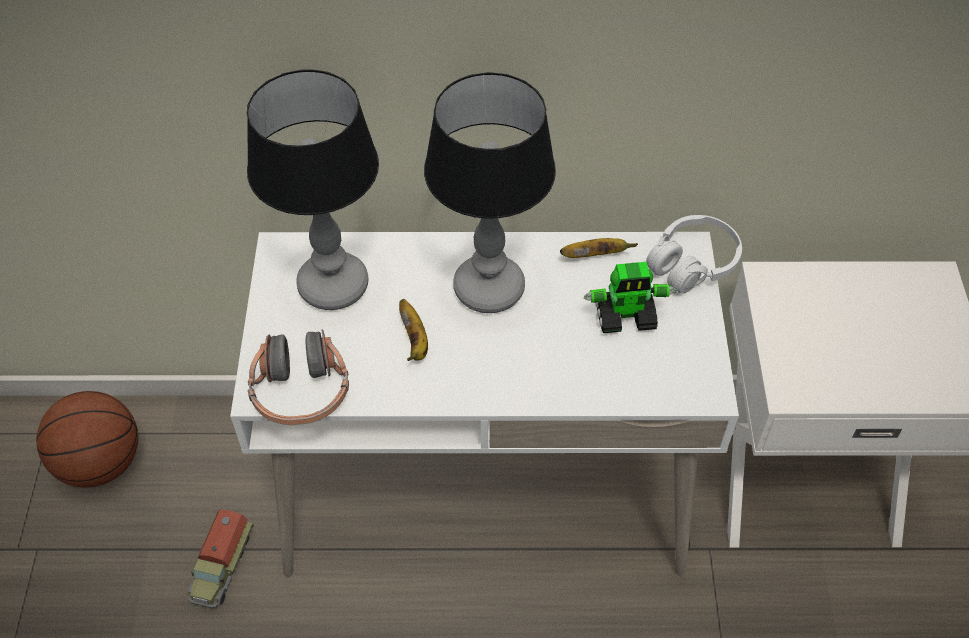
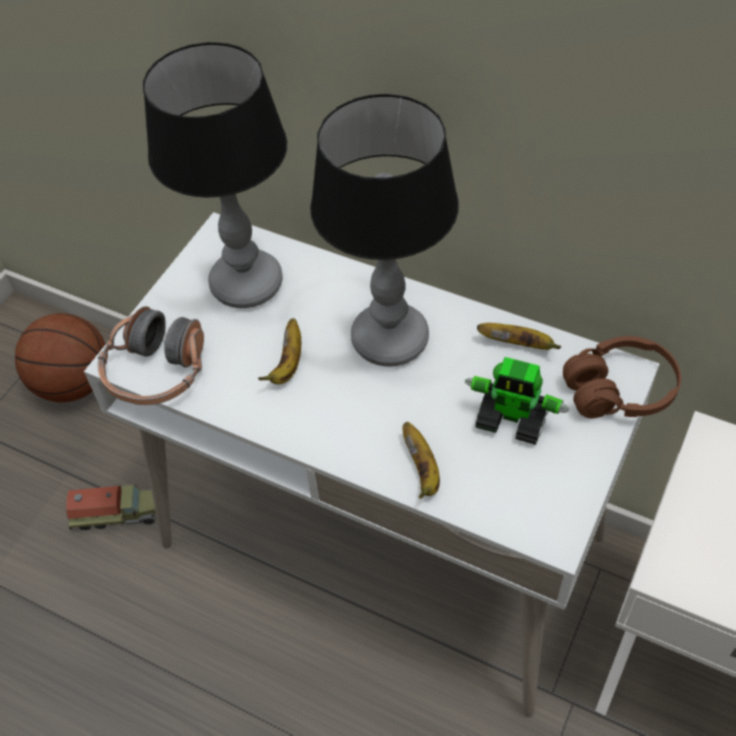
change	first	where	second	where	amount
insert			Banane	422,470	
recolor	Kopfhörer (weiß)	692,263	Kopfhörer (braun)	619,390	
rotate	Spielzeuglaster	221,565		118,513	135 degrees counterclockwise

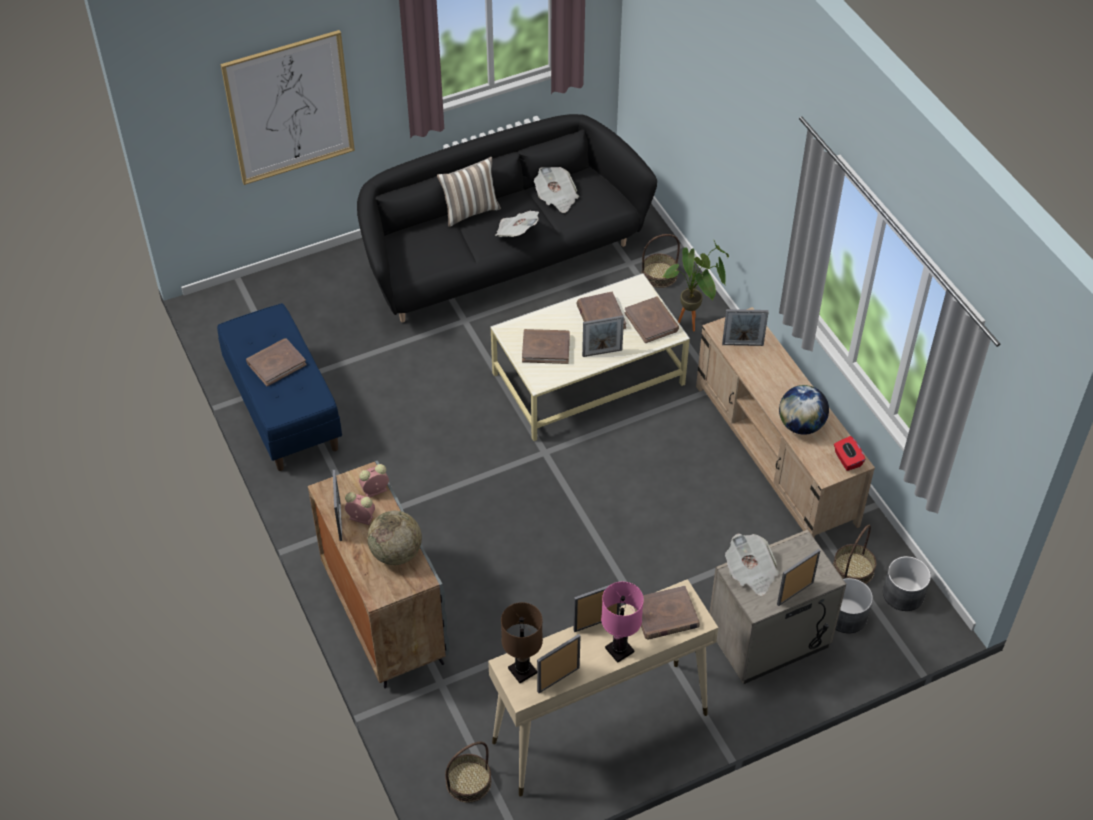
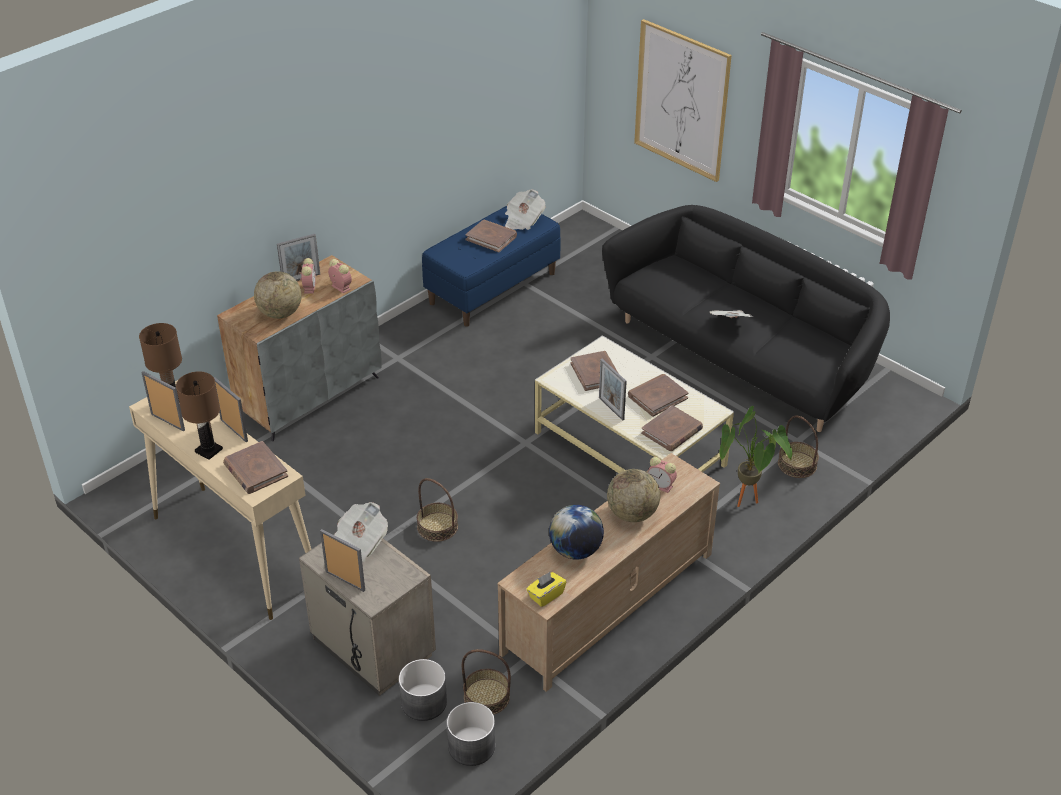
change	first	where	second	where	amount
delete	Kissen	470,211			
insert			Globus	632,514	
move	Korb	468,782		437,527	
move	Zeitung	556,198		523,220	
replace	Bilderrahmen	742,344	Wecker	662,486	
recolor	Tischlampe (rosa)	620,650	Tischlampe (braun)	208,451	
recolor	Taschentuchbox (rot)	847,460	Taschentuchbox (gelb)	546,595	

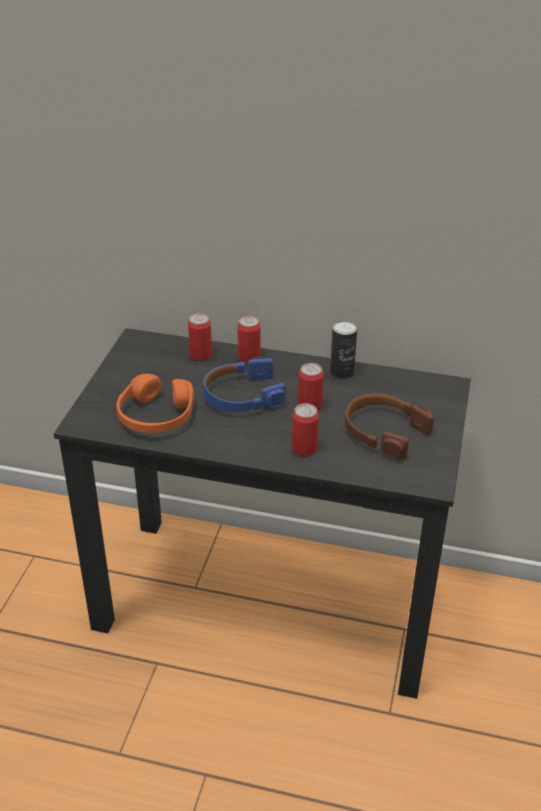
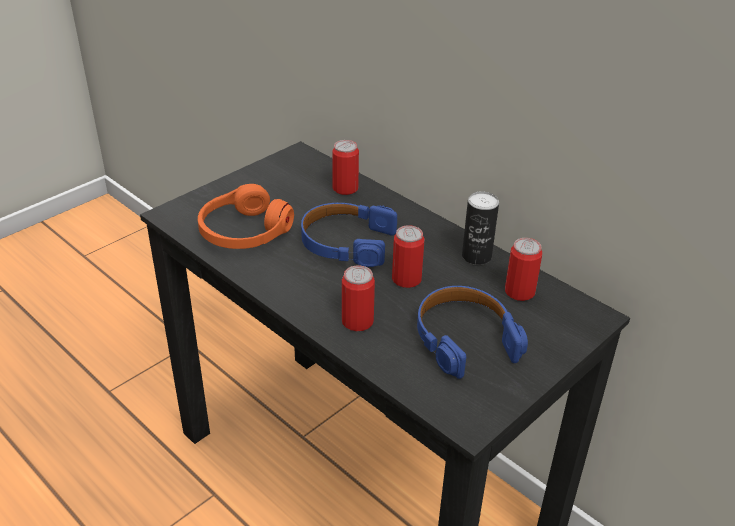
change	first	where	second	where	amount
move	Dose	249,357		519,292	
recolor	Kopfhörer (braun)	384,432	Kopfhörer (blau)	464,338	

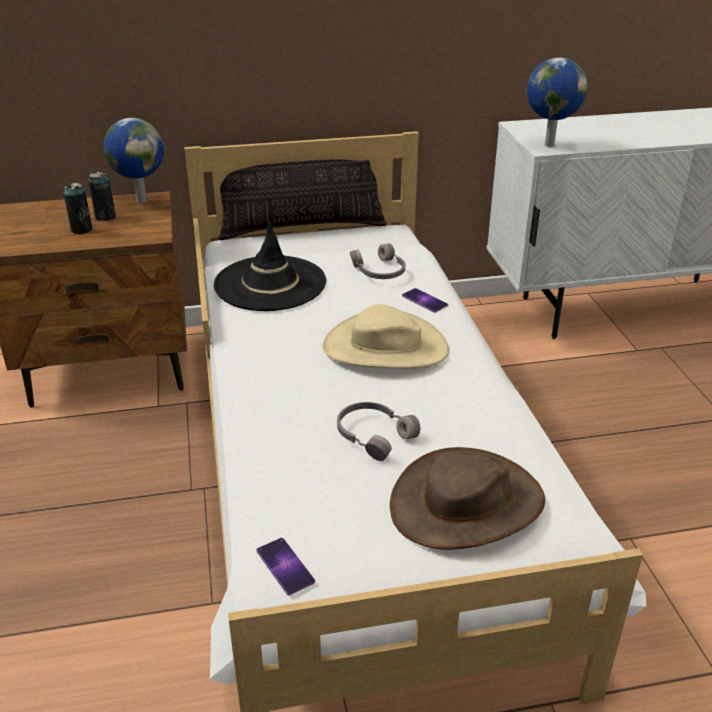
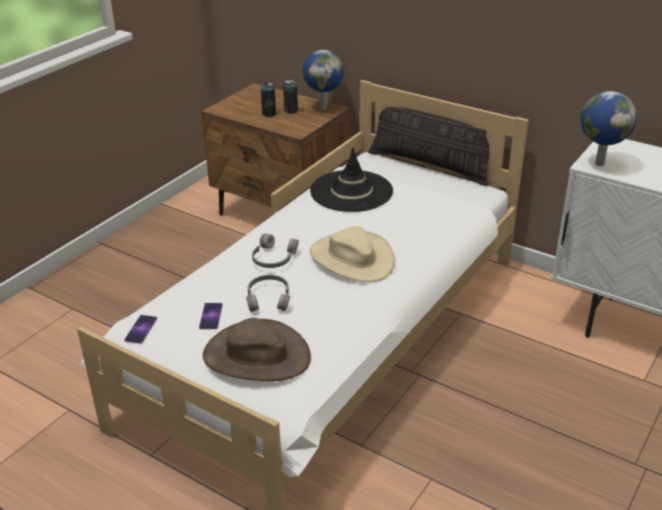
change	first	where	second	where	amount
move	Kopfhörer (grau)	379,271		273,258	
move	Handy	424,300		211,316	

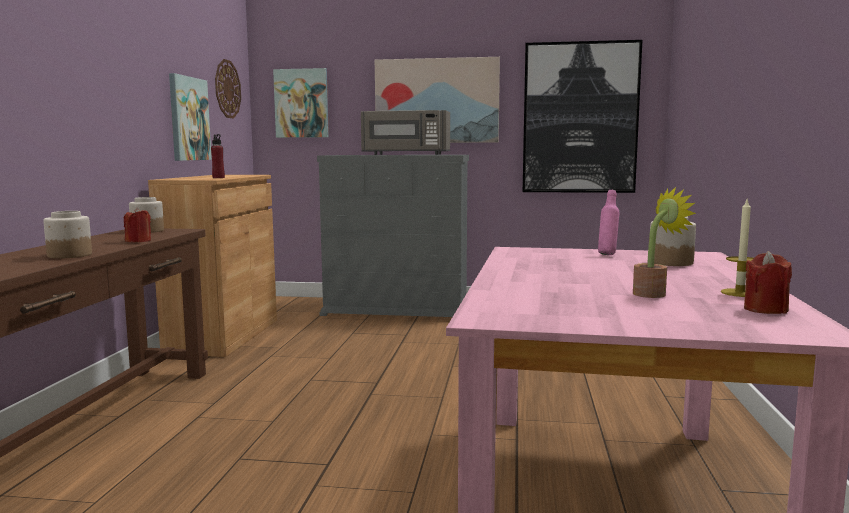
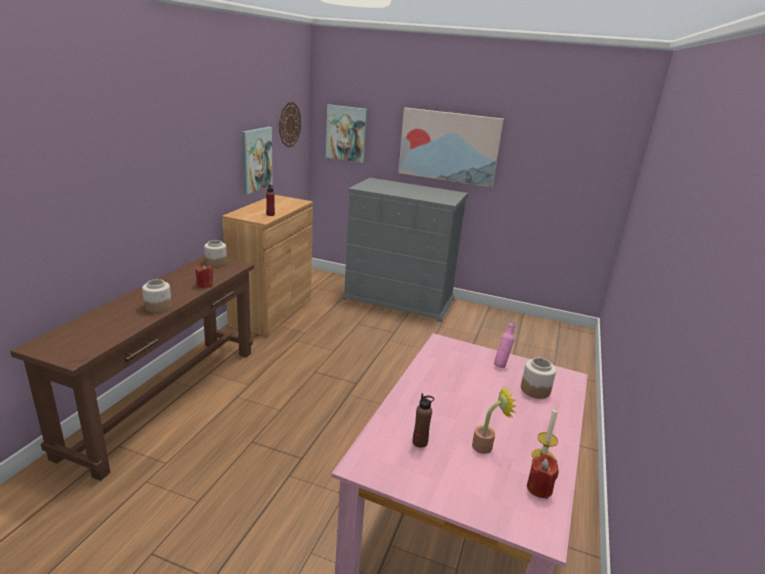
change	first	where	second	where	amount
delete	Mikrowelle (grau)	405,154			
delete	Bild	580,118			
insert			Flasche (braun)	420,442	

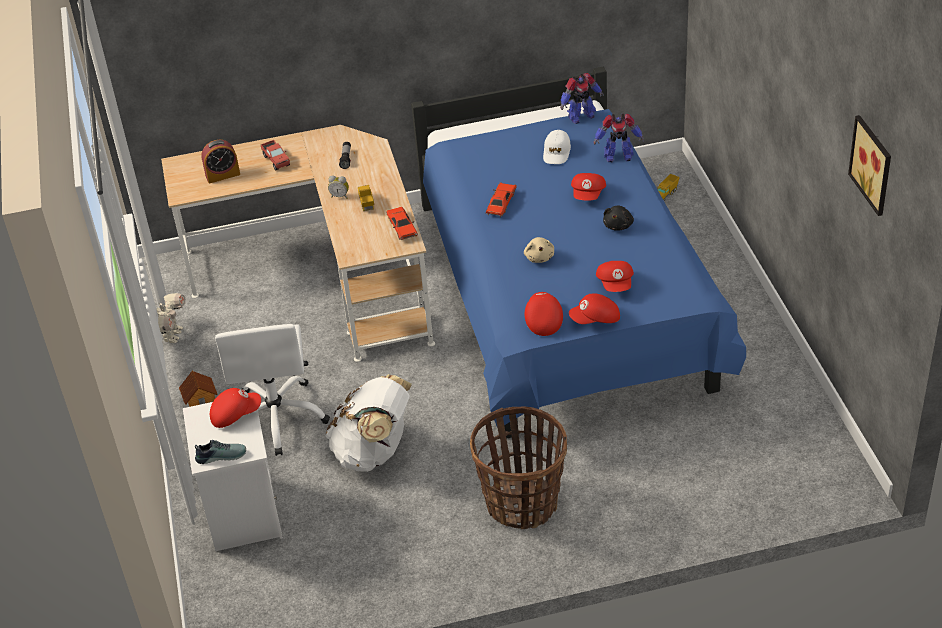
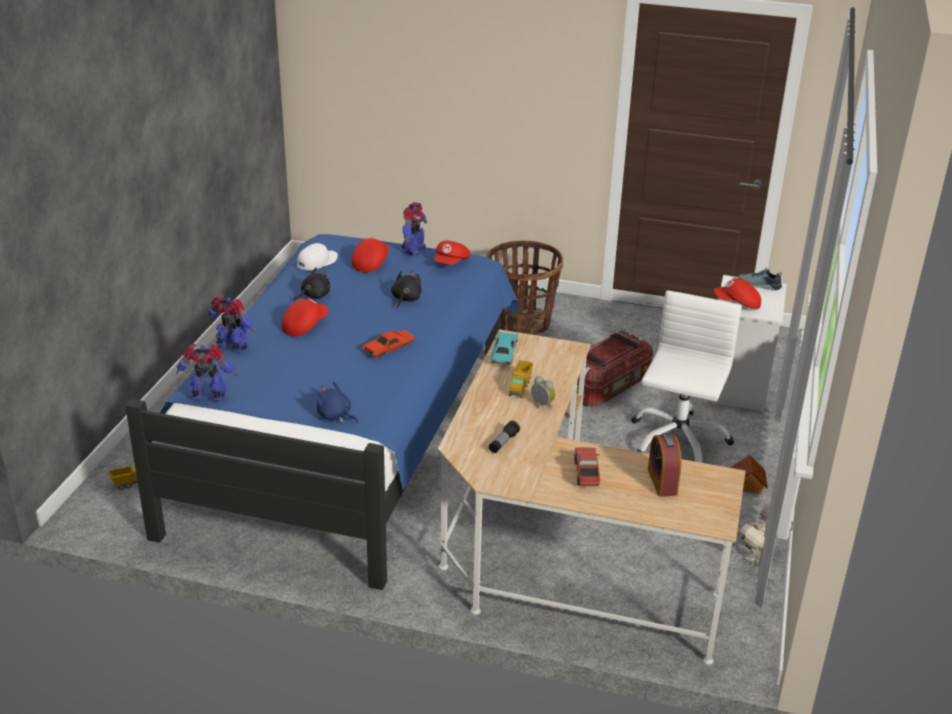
change	first	where	second	where	amount
delete	Bild	874,164			
insert			Plüschtier (blau)	335,416	
move	Kappe (weiß)	556,152		317,262	
replace	Rucksack (weiß)	374,452	Aufbewahrungsbox	607,387	
replace	Kappe (rot)	595,319	Spielzeugroboter	413,250	
recolor	Spielzeugauto (rot)	402,227	Spielzeugauto (türkis)	504,354	
recolor	Plüschtier (beige)	539,257	Plüschtier (schwarz)	405,299	
rotate	Wecker	223,175		662,482	105 degrees counterclockwise

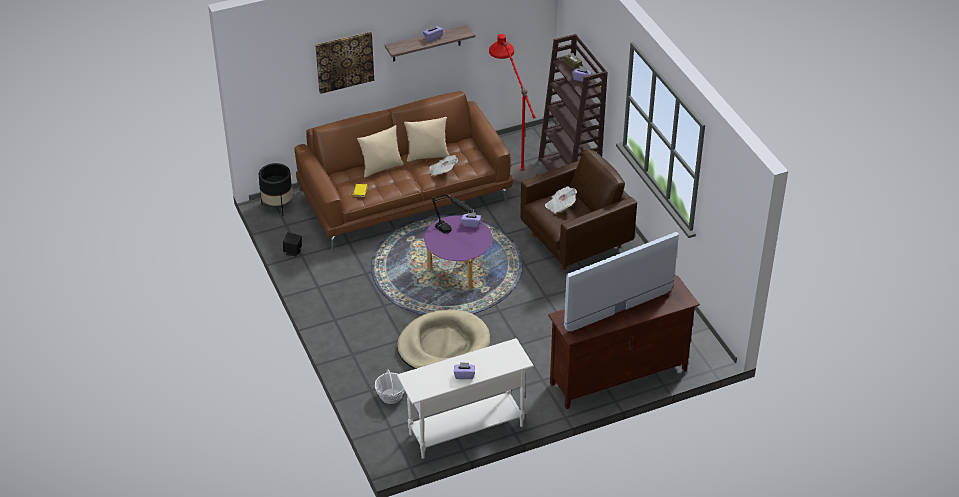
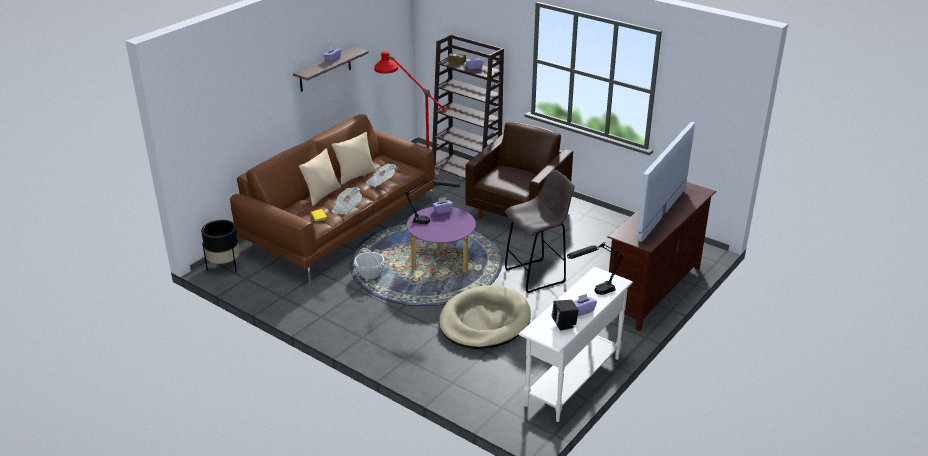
change	first	where	second	where	amount
delete	Bild	344,61			
insert			Hocker (grau)	536,275	
insert			Tischlampe (schwarz)	593,293	
move	Lautsprecher (schwarz)	293,251		564,324	
move	Korb	391,396		370,274	
move	Zeitung	560,206		346,208	

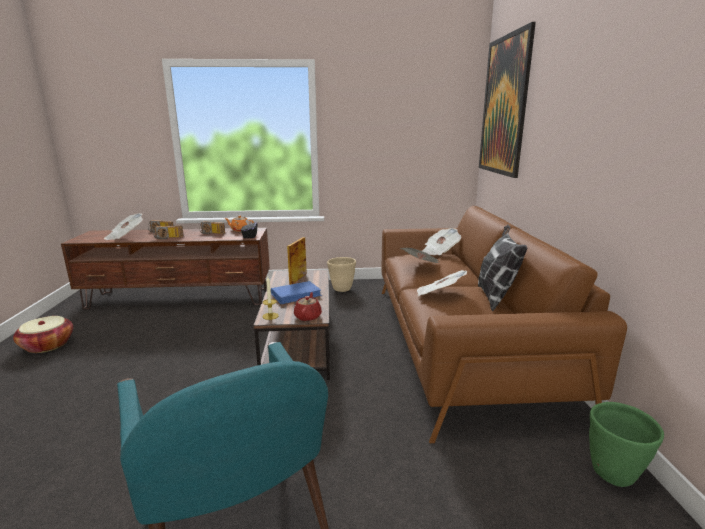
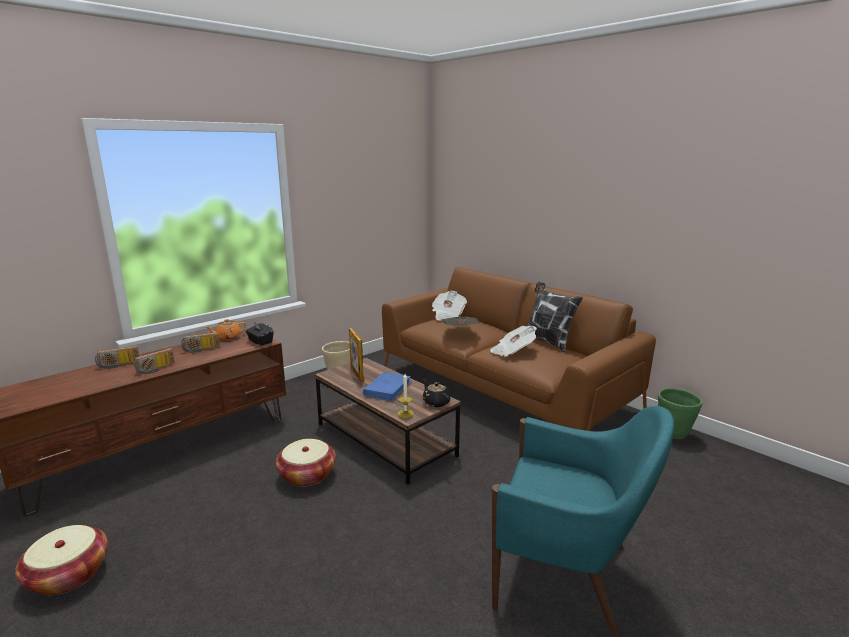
change	first	where	second	where	amount
delete	Zeitung	125,236			
delete	Bild	504,106			
insert			Korb	307,475	
recolor	Teekanne (rot)	308,316	Teekanne (schwarz)	436,402	

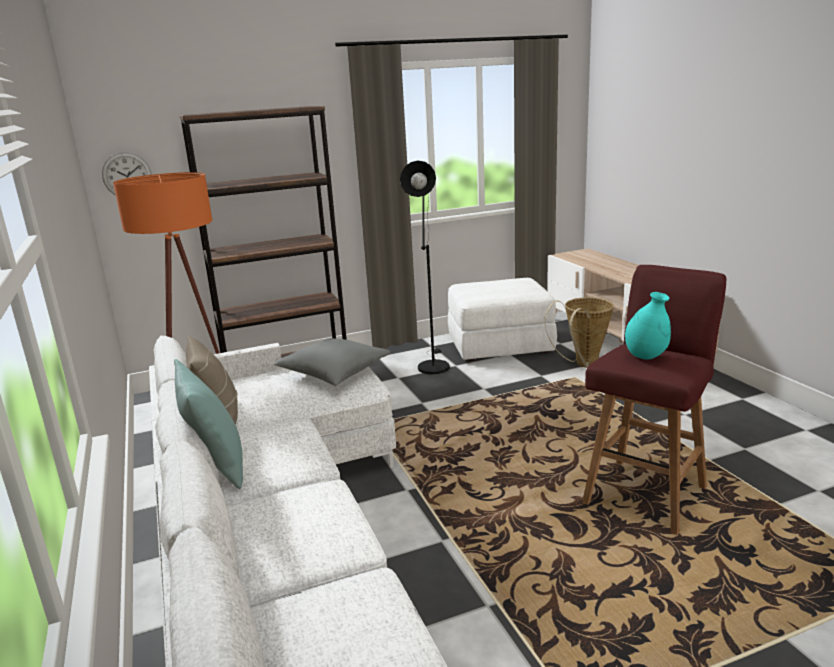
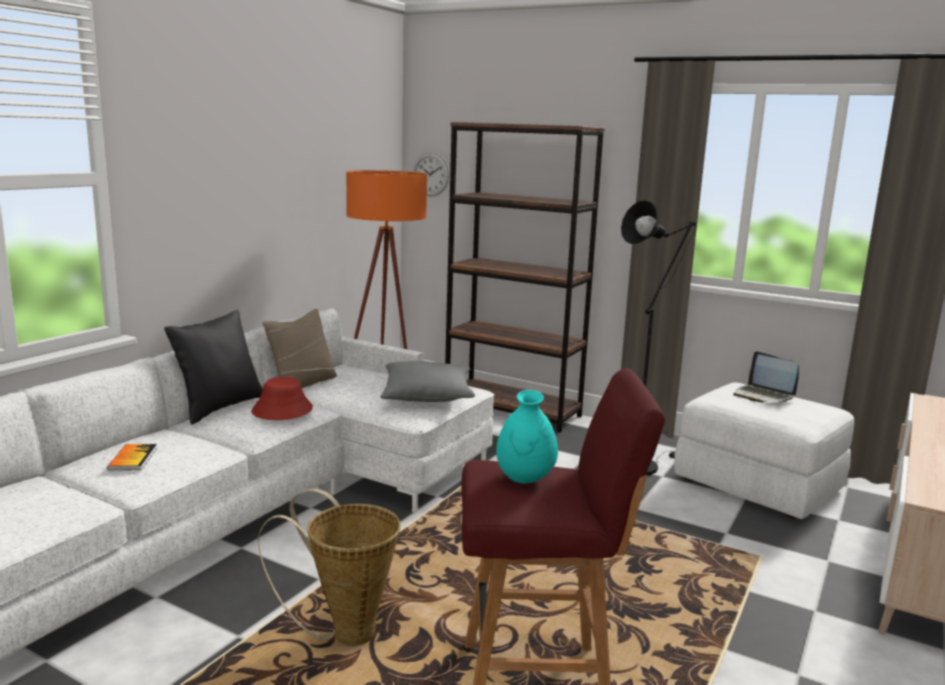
change	first	where	second	where	amount
insert			Buch	133,458	
insert			Hut (rot)	282,410	
insert			Laptop	763,396	
move	Korb	582,365		344,632	
recolor	Kissen (türkis)	217,466	Kissen (schwarz)	219,407	

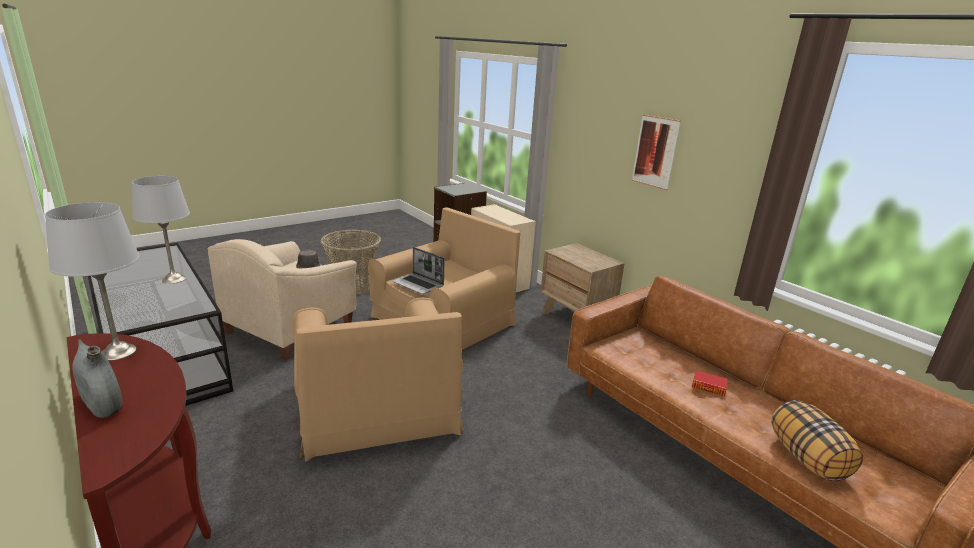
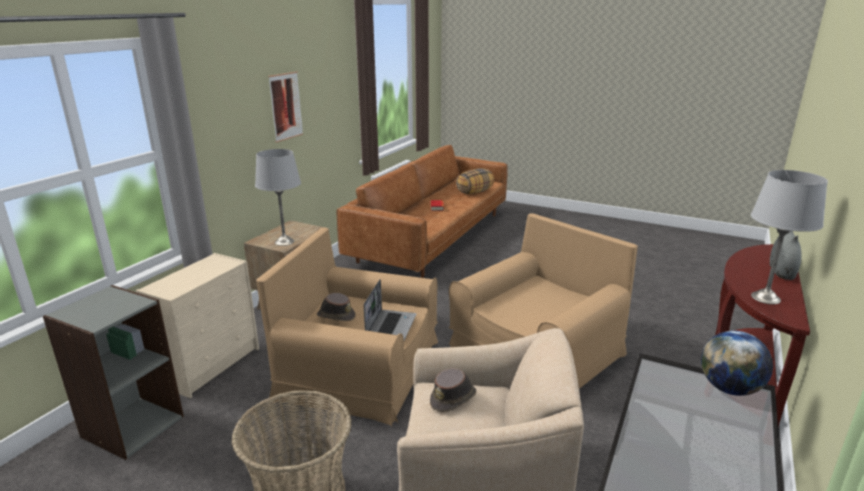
change	first	where	second	where	amount
insert			Hut (braun)	336,315	
insert			Globus	729,389	
move	Tischlampe (grau)	174,279		284,242	

